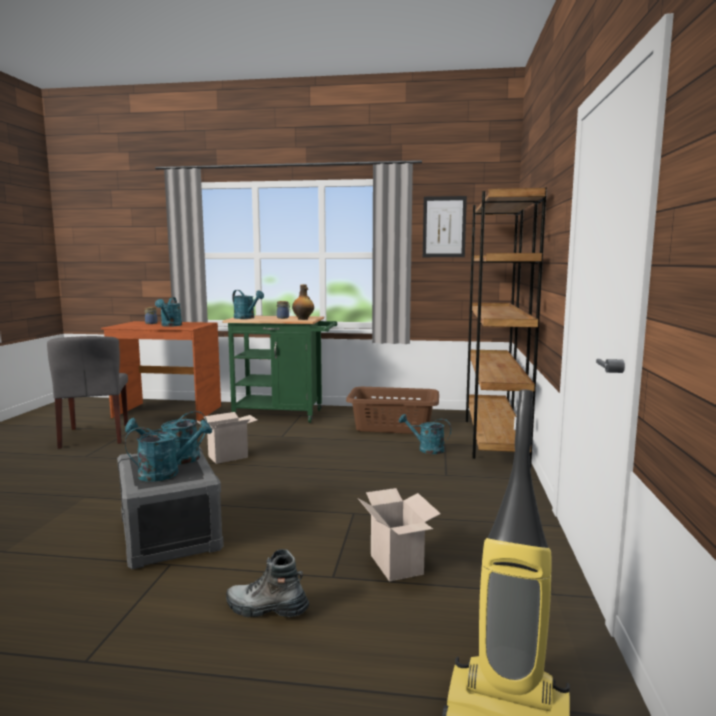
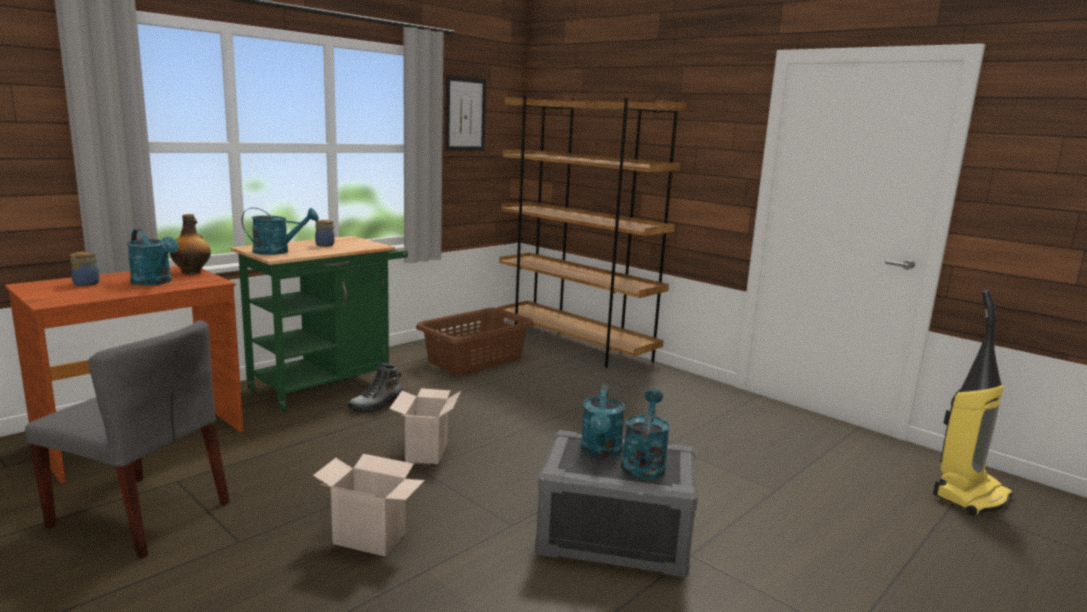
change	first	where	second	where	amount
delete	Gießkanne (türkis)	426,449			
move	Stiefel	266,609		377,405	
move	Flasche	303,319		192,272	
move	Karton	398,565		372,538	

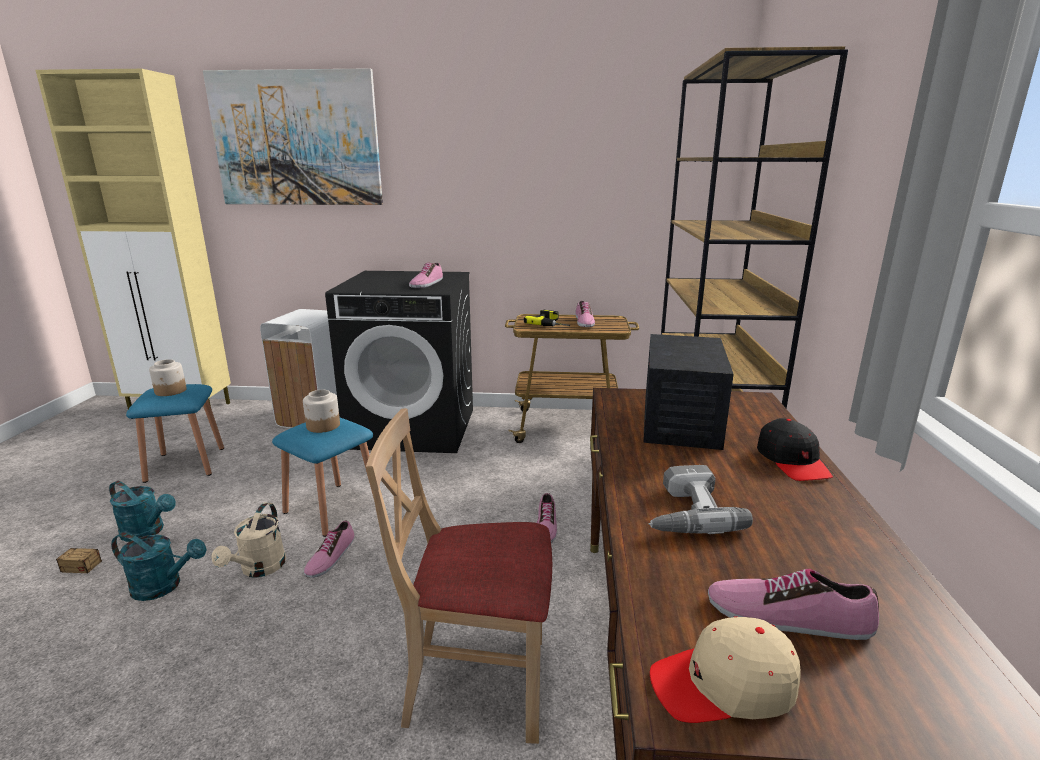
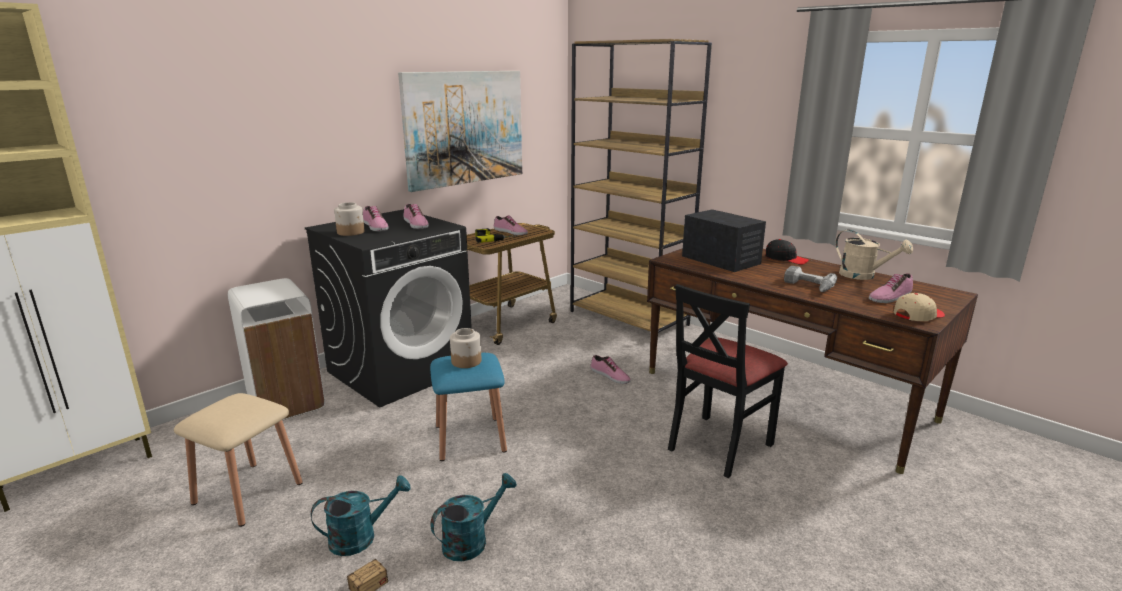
change	first	where	second	where	amount
move	Vorratsglas	171,391		351,232	
move	Bild	296,139		465,128	
move	Gießkanne (beige)	259,569		863,276	
move	Schuh	330,557		375,226	
recolor	Hocker (blau)	185,464	Hocker (beige)	248,493	
recolor	Stuhl (beige)	477,682	Stuhl (schwarz)	718,445	
rotate	Kappe (beige)	724,685		918,315	150 degrees counterclockwise

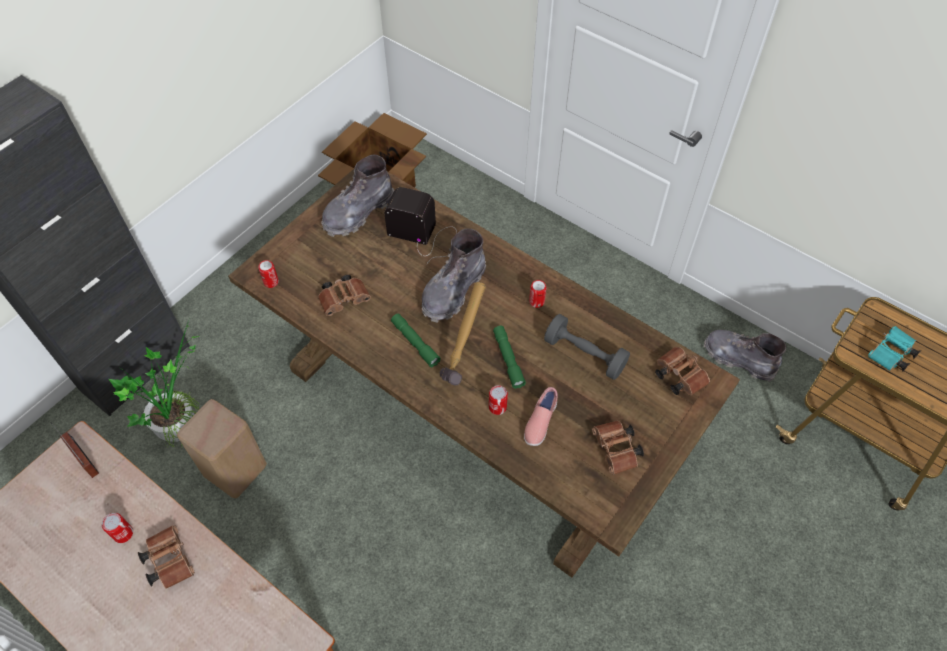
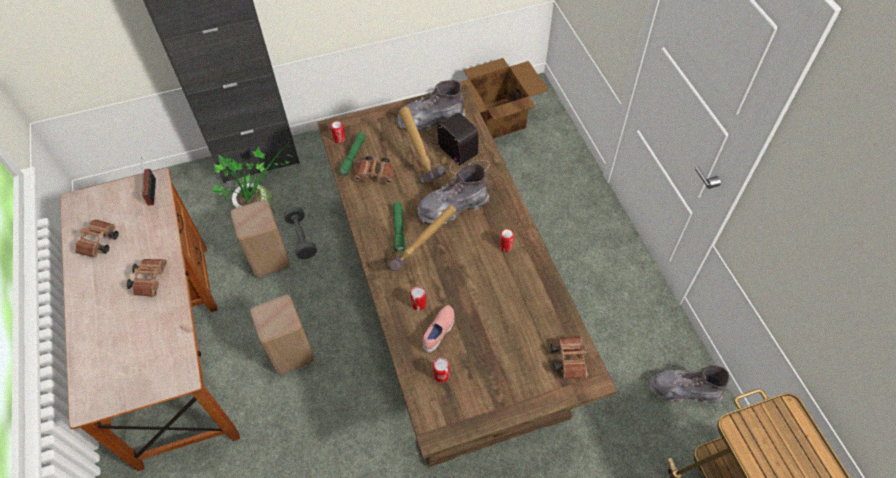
change	first	where	second	where	amount
delete	Fernglas (türkis)	890,355			
insert			Hocker (beige)	289,352	
insert			Hammer	423,165	
move	Dose	123,533		441,375	
move	Taschenlampe (grün)	508,359		353,156	
move	Hantel (grau)	584,354		301,238	
move	Fernglas (braun)	616,451		99,244	
rotate	Schuh (rosa)	539,422		439,332	150 degrees clockwise
rotate	Stiefel (grau)	738,359		683,390	60 degrees counterclockwise

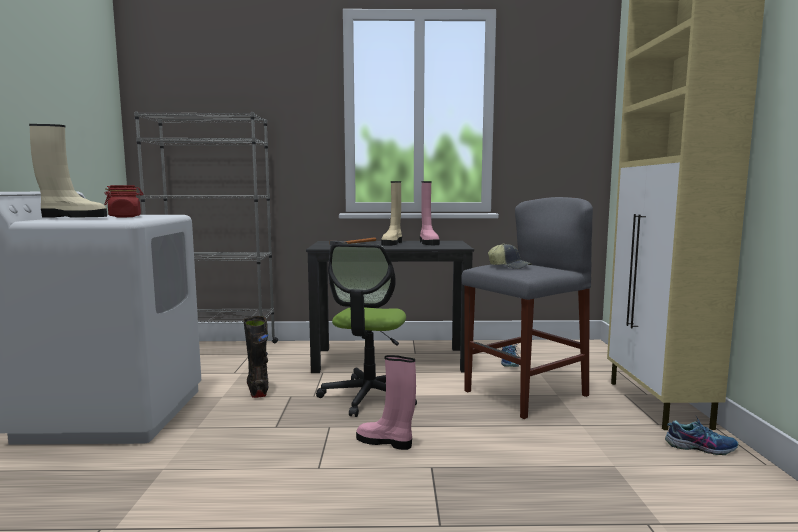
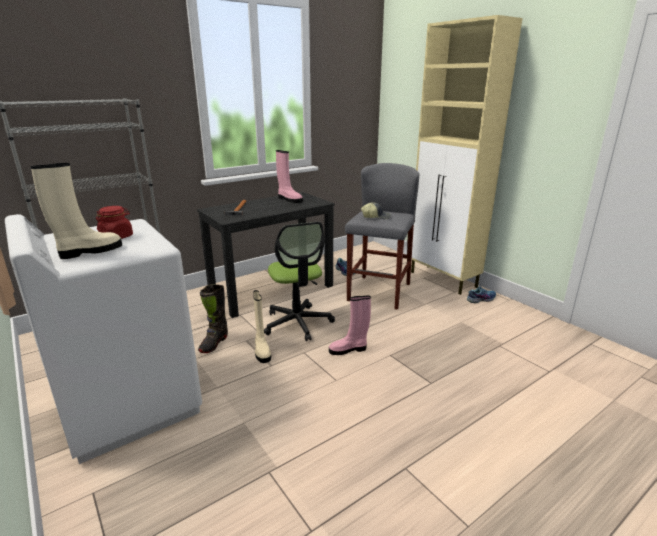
change	first	where	second	where	amount
move	Stiefel (beige)	392,243		262,351	
rotate	Stiefel (schwarz)	258,389		214,343	105 degrees counterclockwise

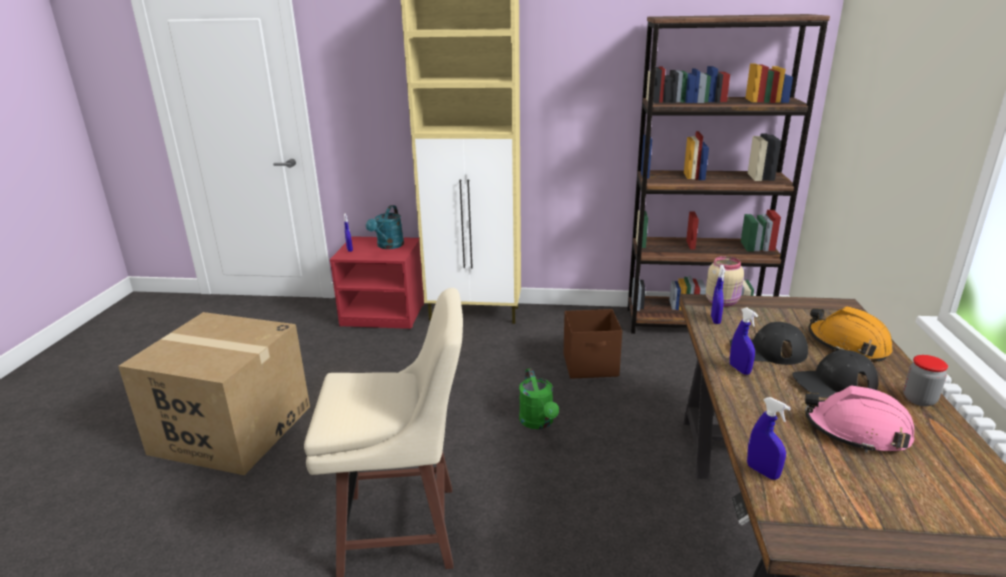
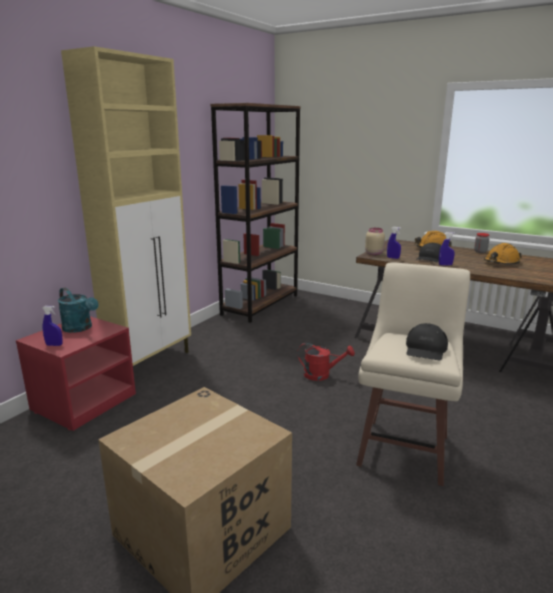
change	first	where	second	where	amount
delete	Aufbewahrungsbox (braun)	591,365			
delete	Sprühflasche (blau)	762,472			
move	Kappe (schwarz)	834,383		425,349	
recolor	Gießkanne (grün)	538,422	Gießkanne (rot)	322,375	
recolor	Schutzhelm (rosa)	856,431	Schutzhelm (orange)	501,263	

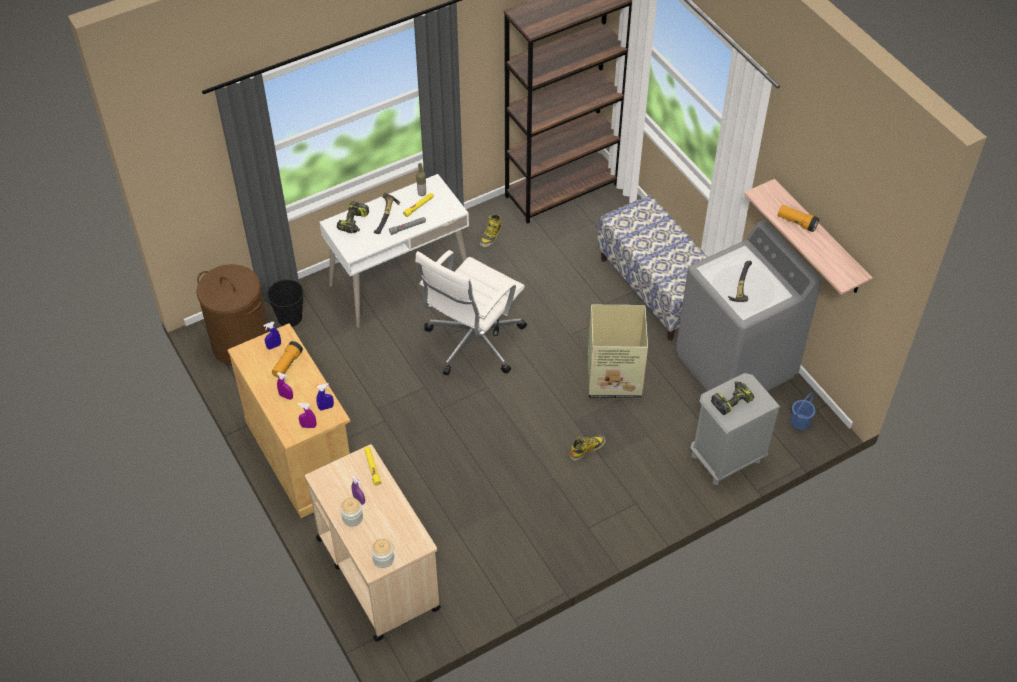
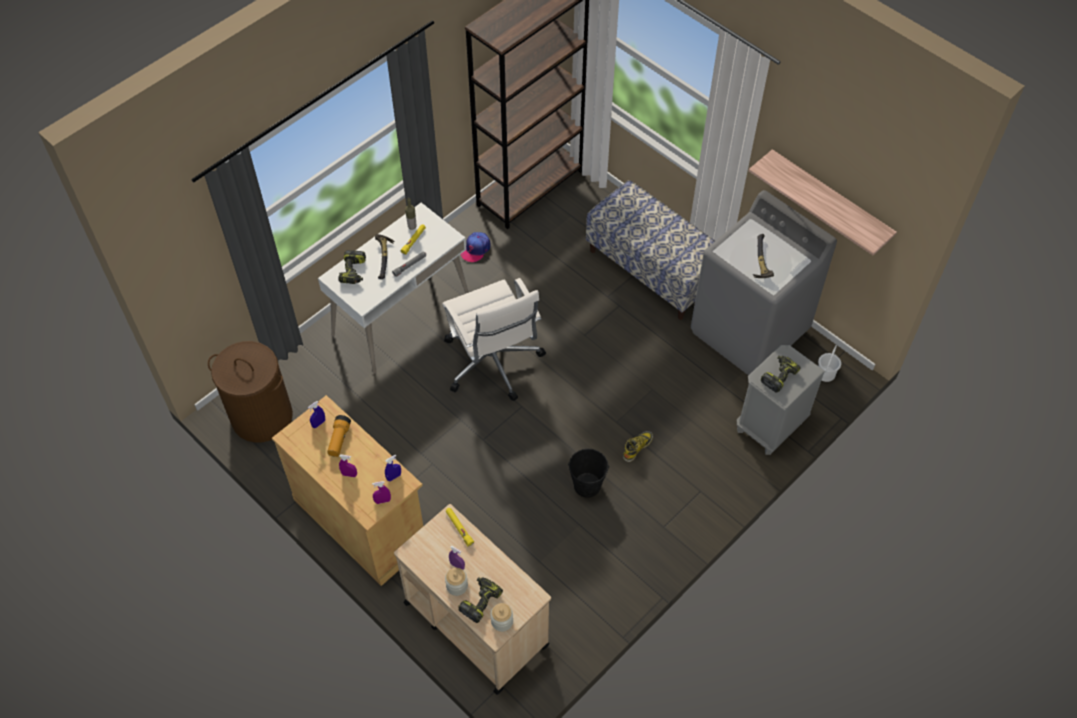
change	first	where	second	where	amount
delete	Karton	615,378			
delete	Taschenlampe	797,223			
insert			Bohrmaschine	480,601	
move	Eimer (schwarz)	289,317		587,485	
replace	Stiefel	491,236	Kappe	476,249	
recolor	Eimer (blau)	800,421	Eimer (weiß)	826,373	
rotate	Bürostuhl (weiß)	472,343		493,364	45 degrees counterclockwise

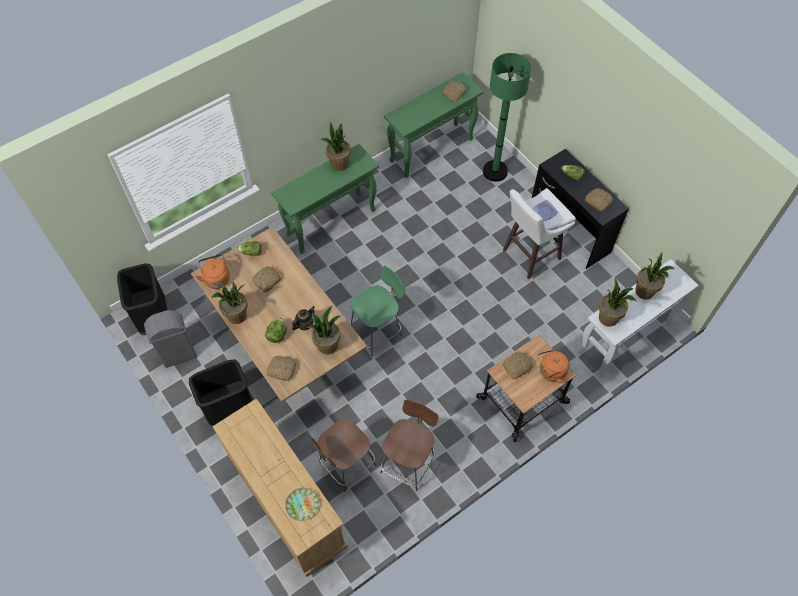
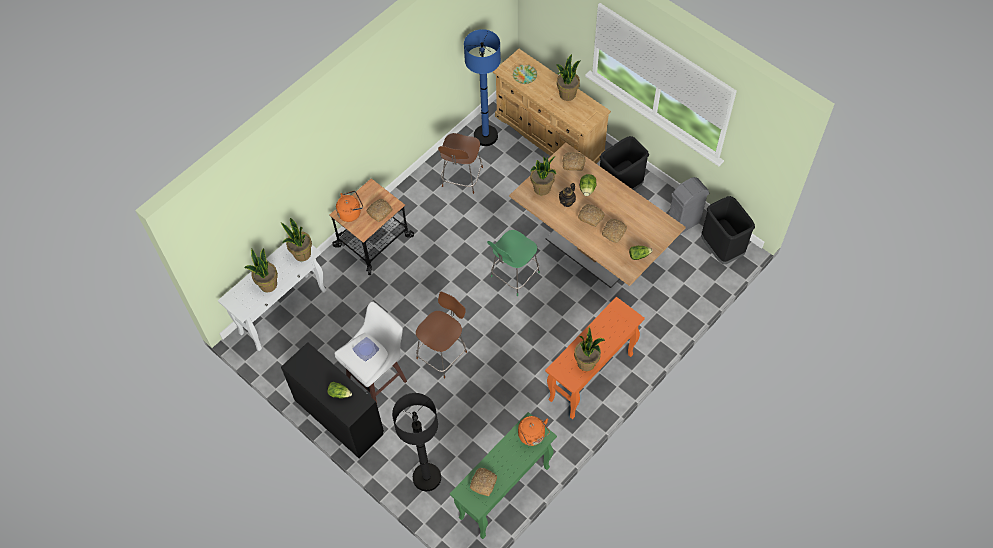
change	first	where	second	where	amount
insert			Stehlampe (blau)	485,136	
move	Wasserkessel (orange)	216,278		532,436	
move	Topfpflanze	237,316		567,94	
move	Stuhl (braun)	345,465		443,354	
move	Brot	598,201		591,217	
recolor	Konsolentisch (grün)	331,222	Konsolentisch (orange)	590,378	
recolor	Stehlampe (grün)	495,171	Stehlampe (schwarz)	426,477	

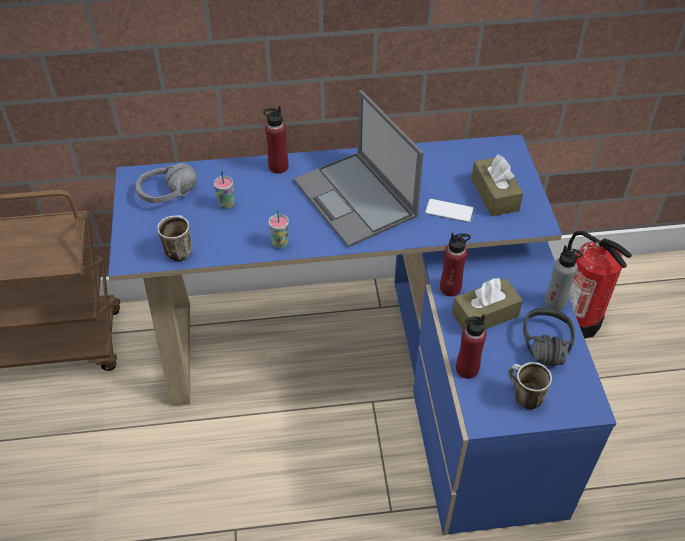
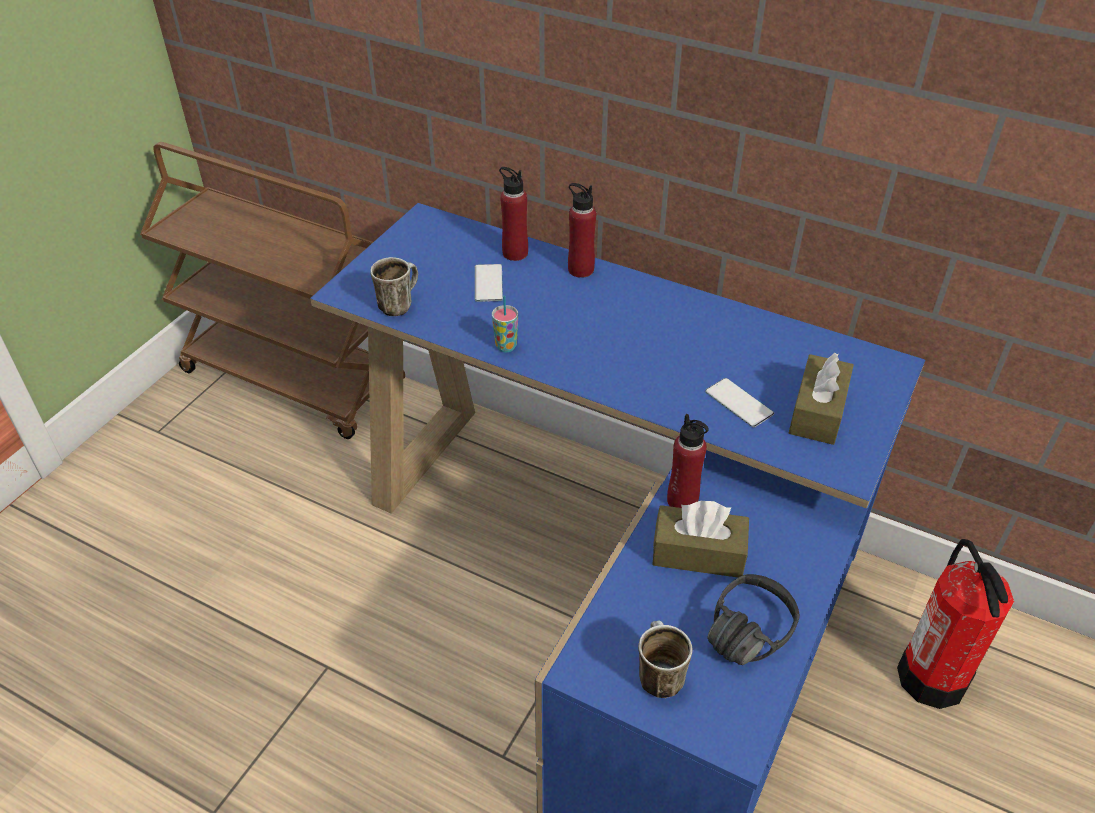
change	first	where	second	where	amount
delete	Kopfhörer (grau)	172,198			
delete	Laptop	356,199			
delete	Flasche (grau)	555,302			
move	Flasche (rot)	467,369		515,253	
replace	Tasse	226,205	Handy	488,283	

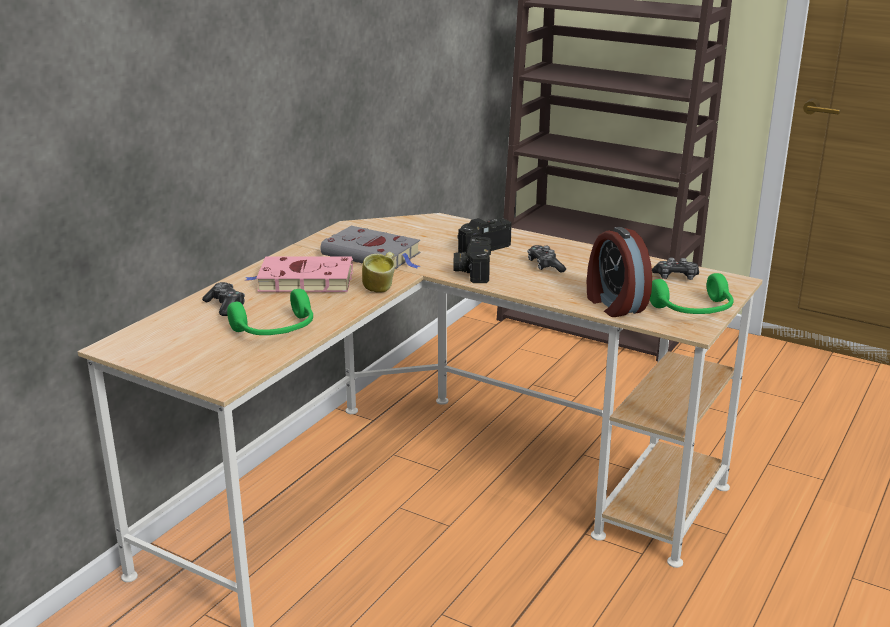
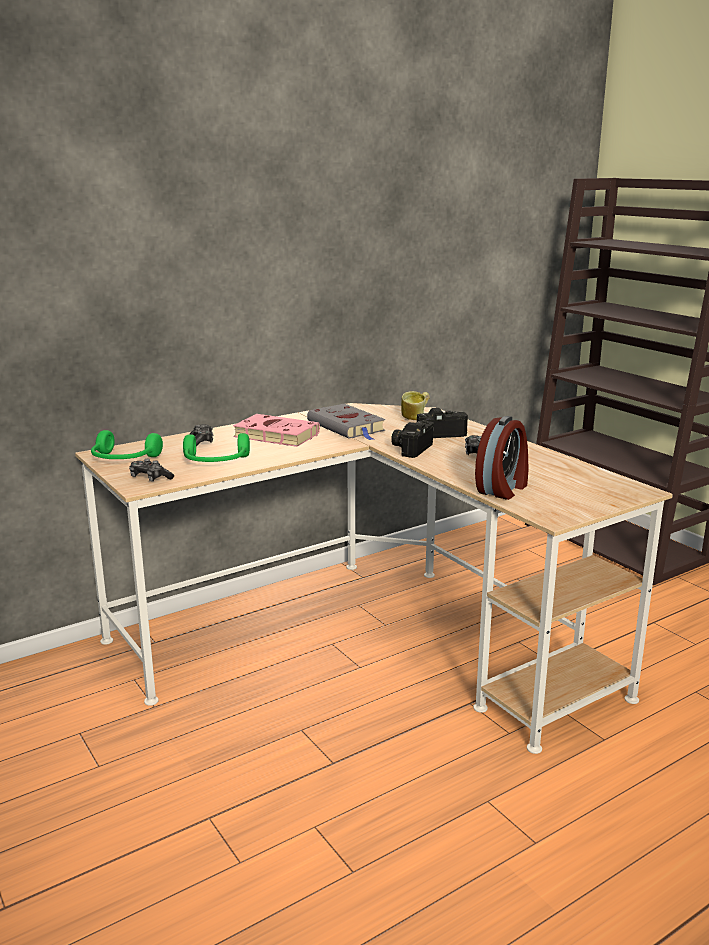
change	first	where	second	where	amount
move	Henkelbecher	381,288		415,418	
move	Kopfhörer (grün)	694,311		123,459	
move	Gamepad	676,277		150,478	
rotate	Wecker	614,304		503,489	150 degrees counterclockwise

